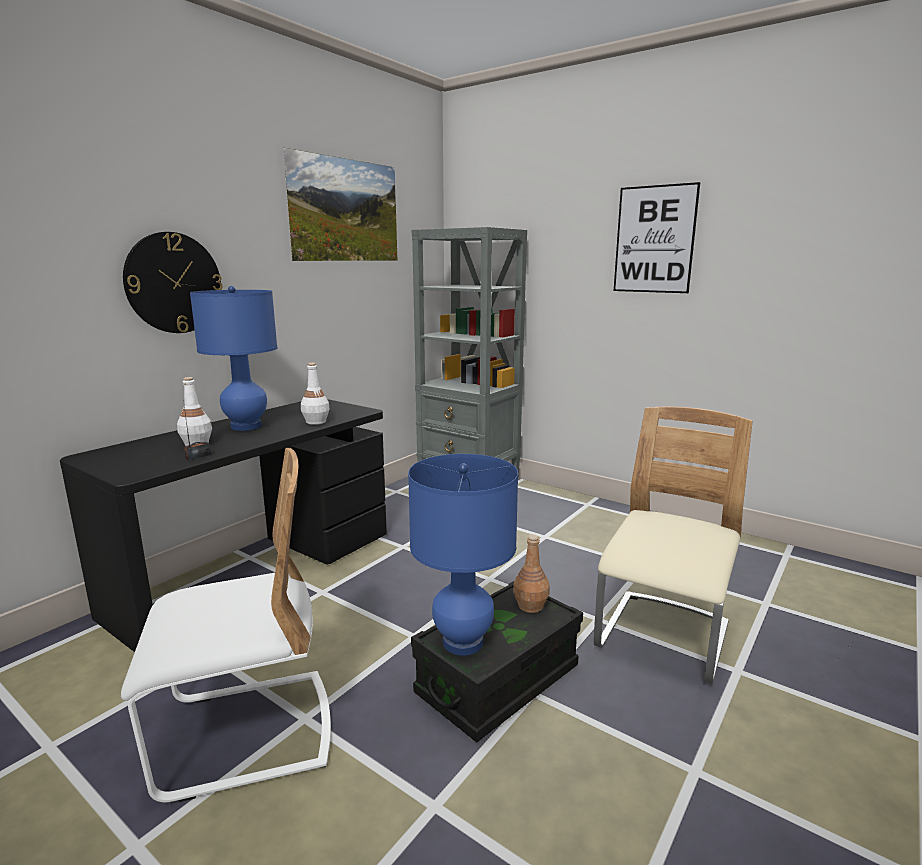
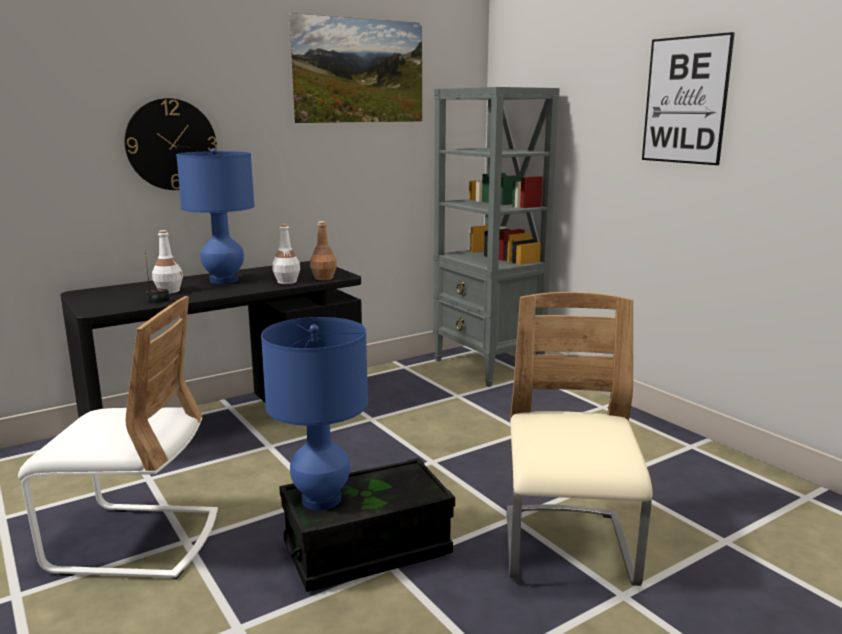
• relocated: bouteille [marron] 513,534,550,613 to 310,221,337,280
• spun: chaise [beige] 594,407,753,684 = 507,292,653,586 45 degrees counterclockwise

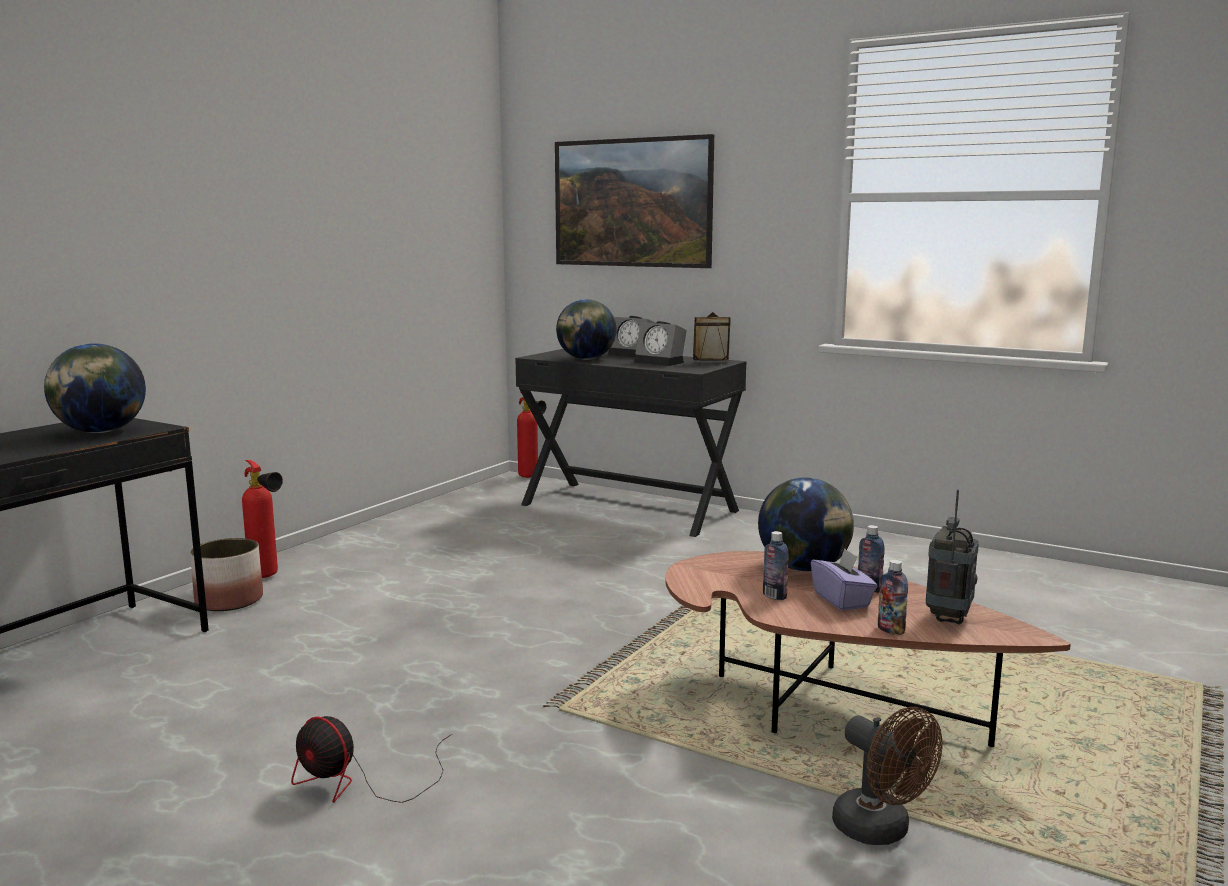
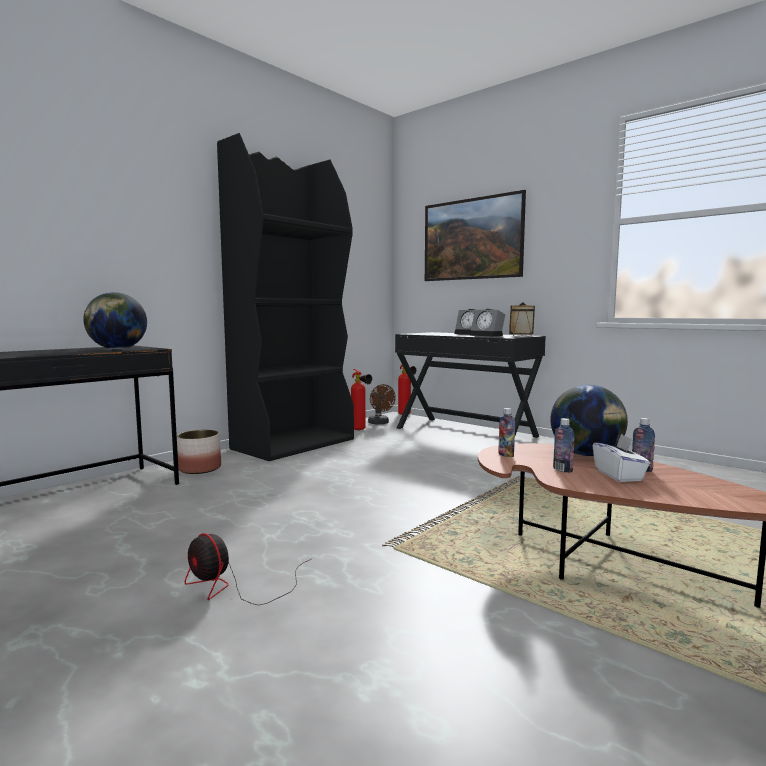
• appeared: bibliothèque [noir] 217,133,354,461
• relocated: extincteur 242,460,283,578 to 351,369,372,430
• relocated: ventilateur [marron] 832,707,942,845 to 368,384,396,425
• relocated: bouteille 878,560,908,635 to 498,408,515,457
• colour: boîte à mouchoirs [violet] 811,548,877,611 to boîte à mouchoirs [blanc] 593,434,650,482
• missing: globe 556,299,617,360
• missing: radio 926,490,979,624

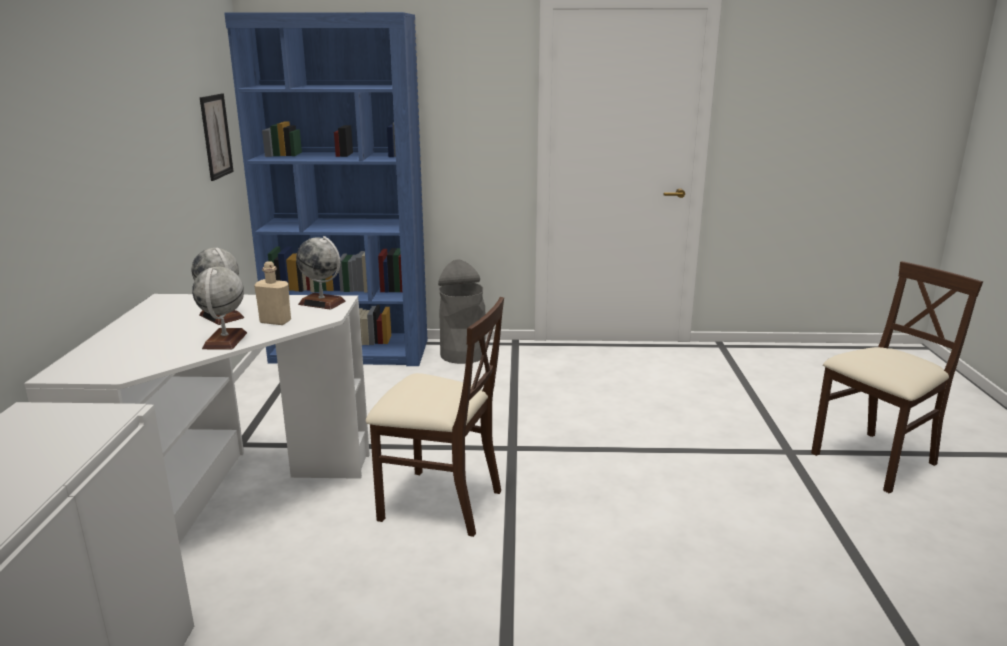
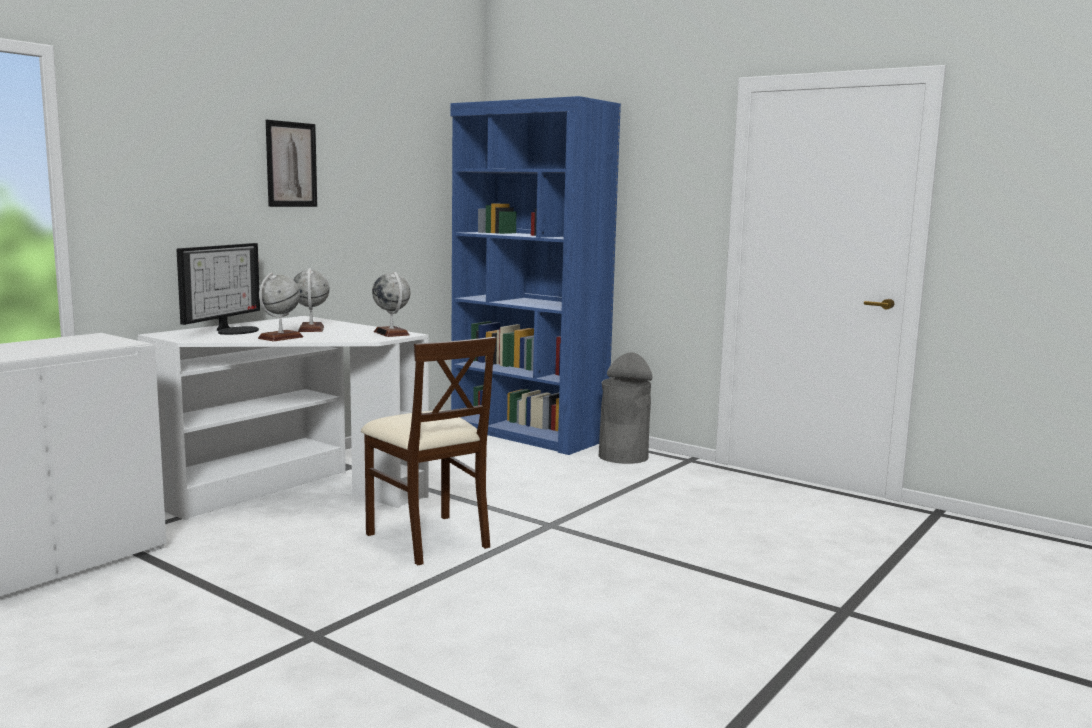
• appeared: écran d'ordinateur 177,243,260,335
• relocated: tableau 200,94,234,181 to 266,120,317,207
• missing: bouteille [beige] 254,261,291,325
• missing: chaise [beige] 811,261,983,494

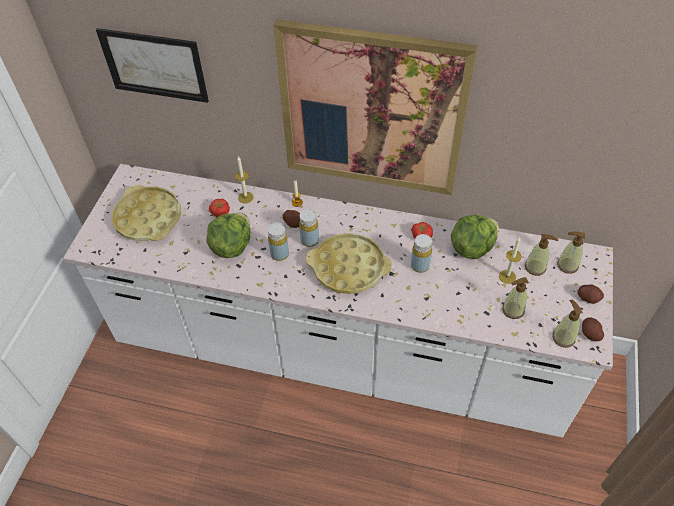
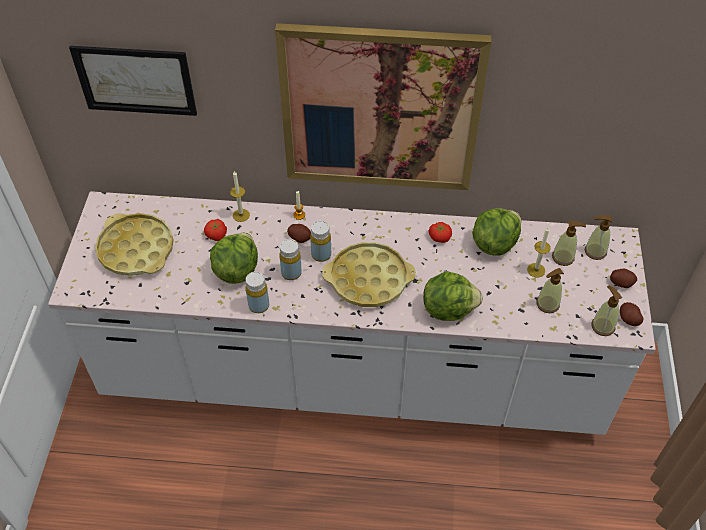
• relocated: bouteille [jaune] 411,234,432,273 to 245,272,269,313
• appeared: laitue 423,271,483,321

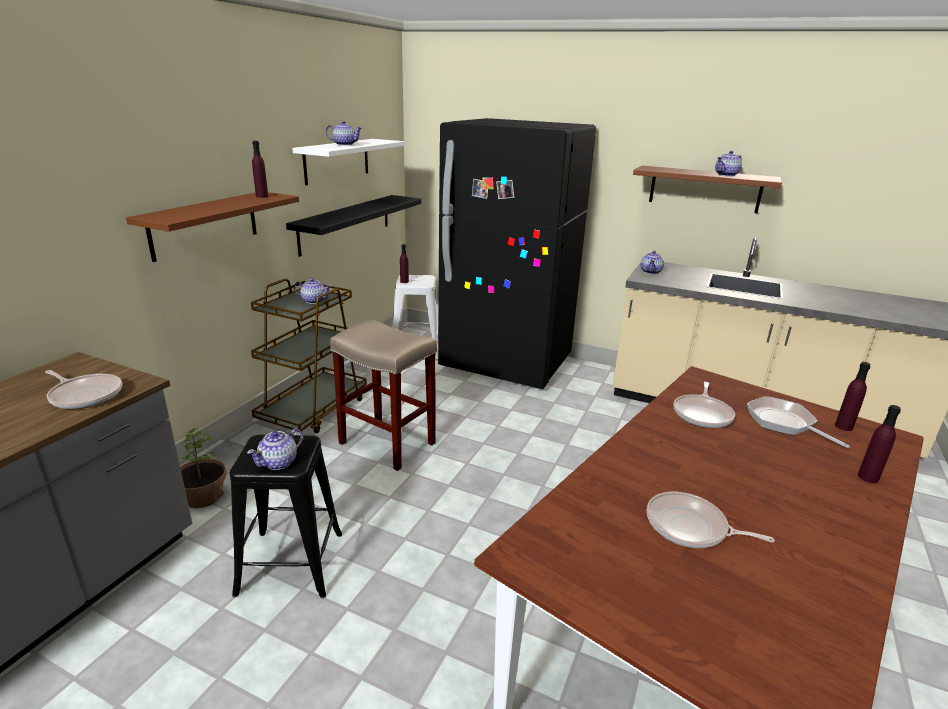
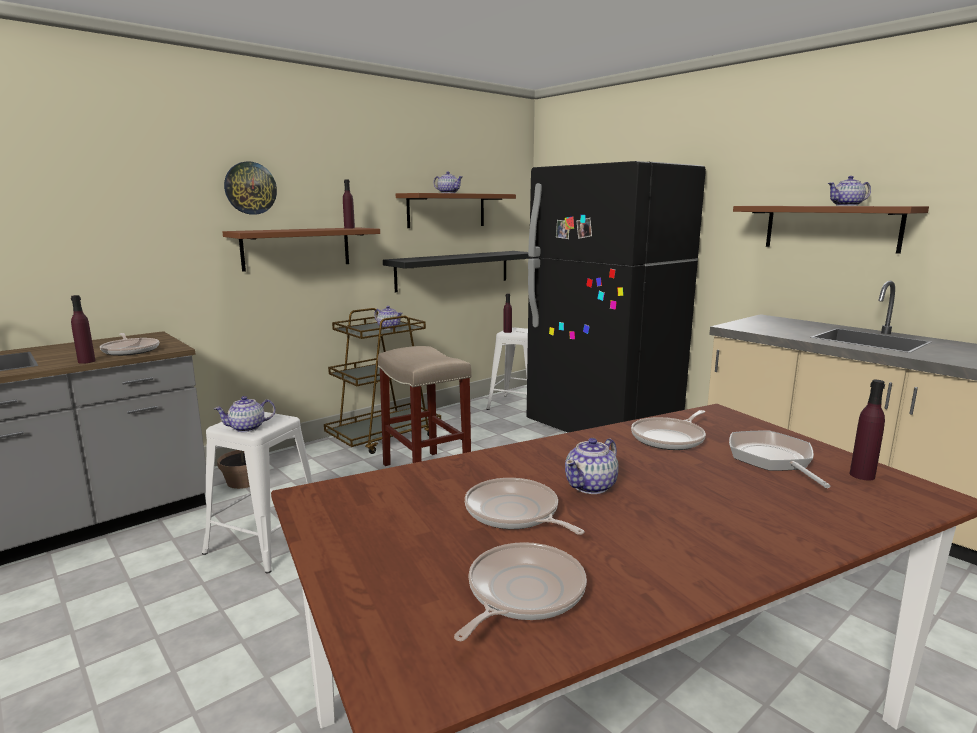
• relocated: bouteille [violet] 858,405,901,483 to 71,295,96,364
• colour: tabouret [noir] 230,435,342,598 to tabouret [blanc] 202,412,313,574
• appeared: horloge murale 224,161,277,215
• colour: étagère [blanc] 292,139,405,185 to étagère [marron] 396,193,516,228
• appeared: poêle 454,542,587,641
• relocated: théière 641,251,664,274 to 565,438,619,494

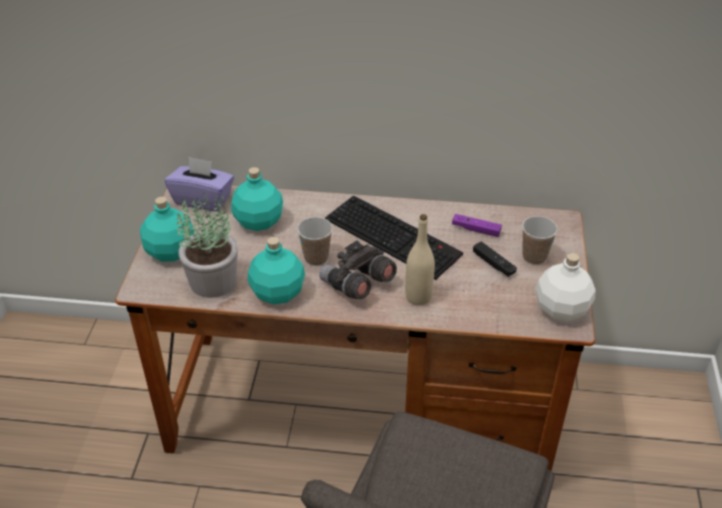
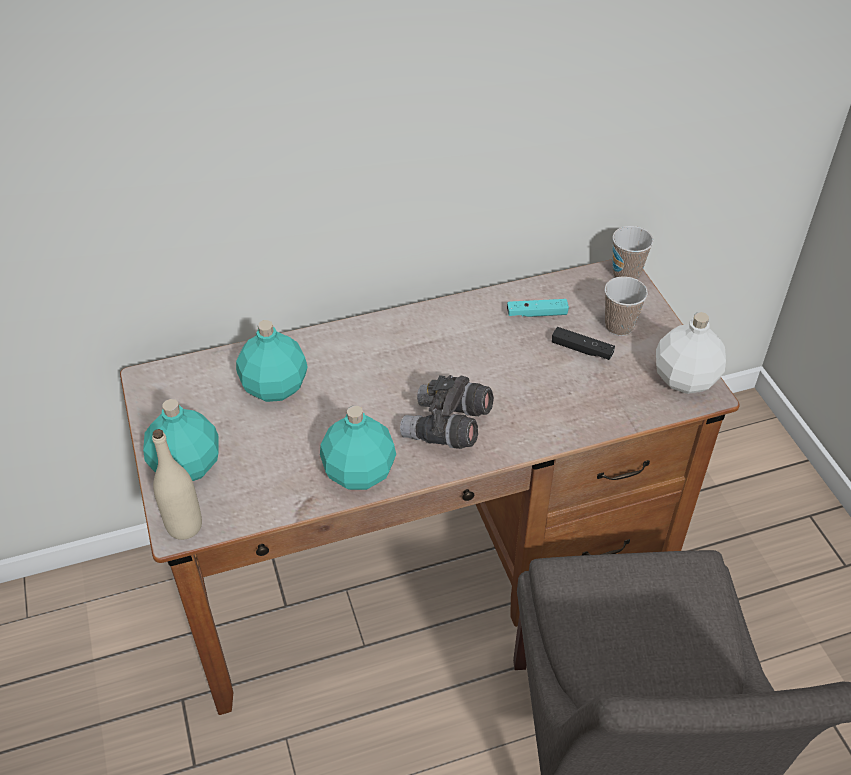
• relocated: bouteille [beige] 405,214,435,306 to 152,429,202,540
• colour: manette [violet] 452,214,502,237 to manette [turquoise] 507,299,569,317
• relocated: tasse 297,217,333,266 to 612,226,654,280
• missing: boîte à mouchoirs [violet] 165,157,234,212
• missing: plante en pot 176,192,238,298
• missing: clavier 325,195,463,280

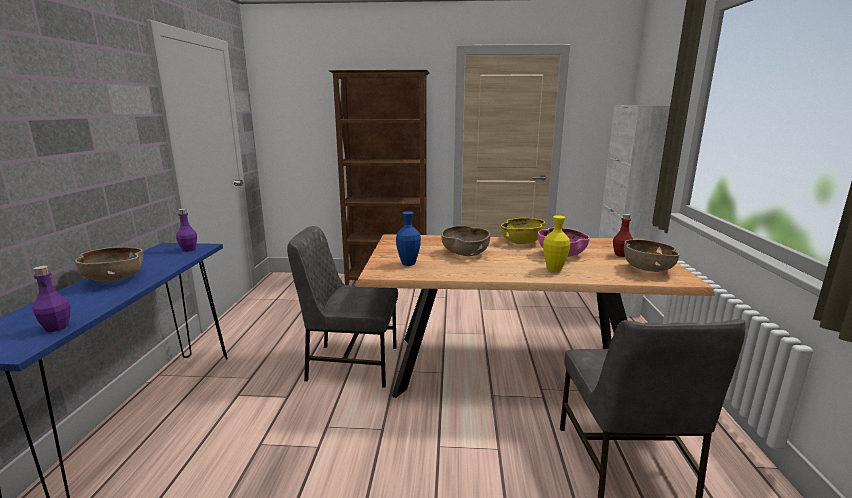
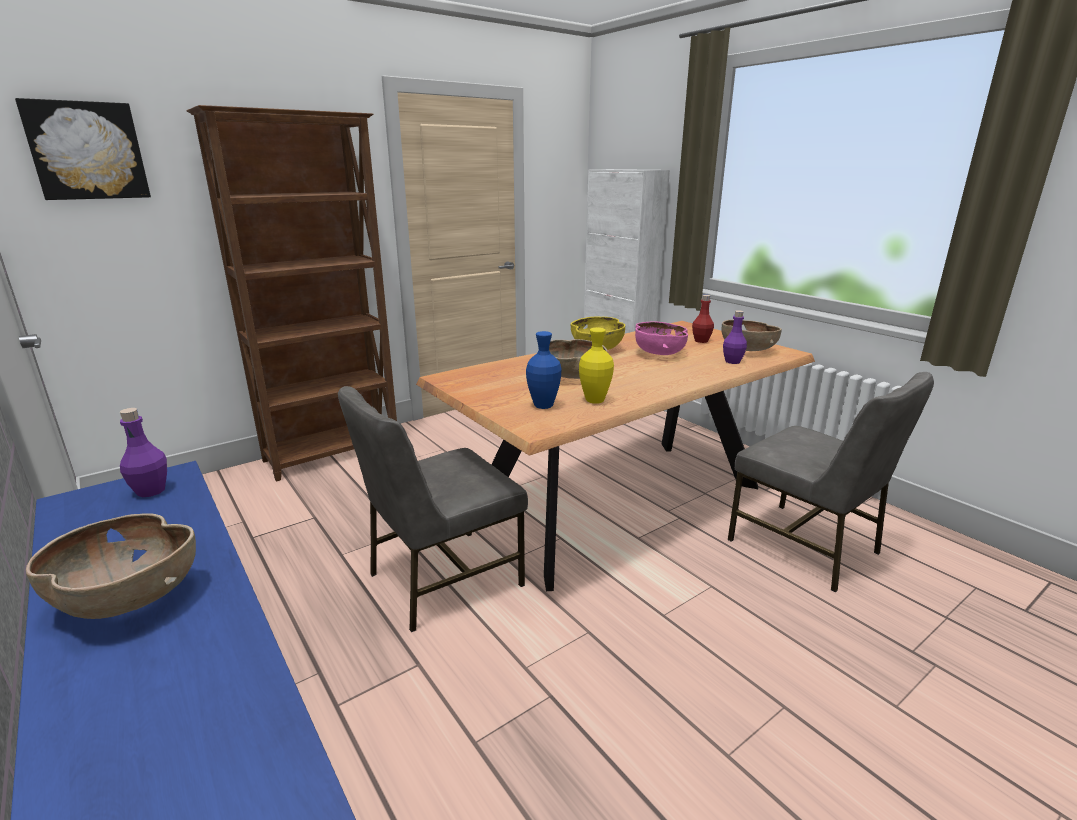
• appeared: tableau 15,98,151,200
• relocated: vase [jaune] 543,215,570,272 to 579,328,614,404
• relocated: bouteille [violet] 32,266,70,332 to 723,310,747,364

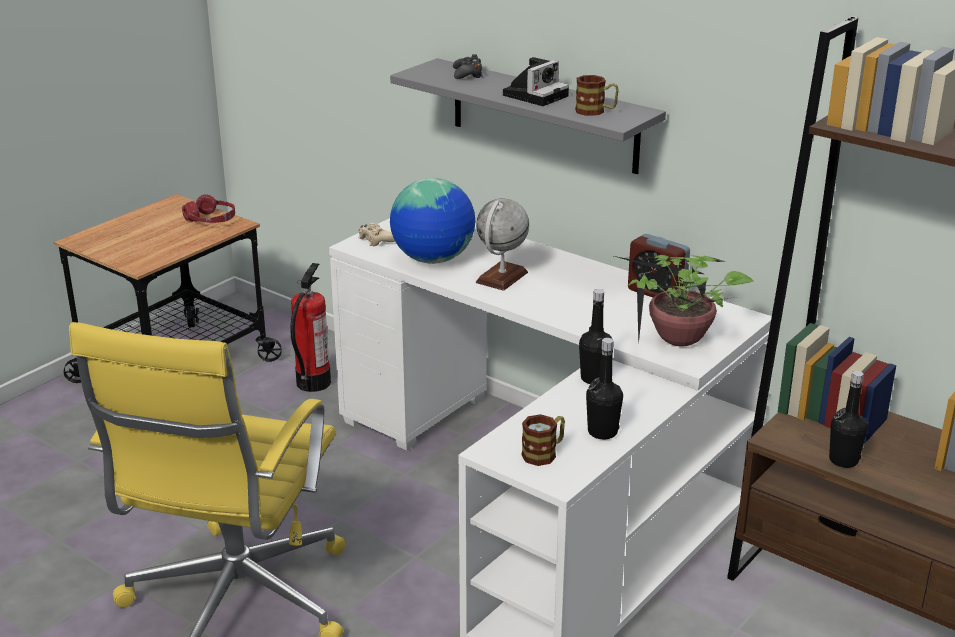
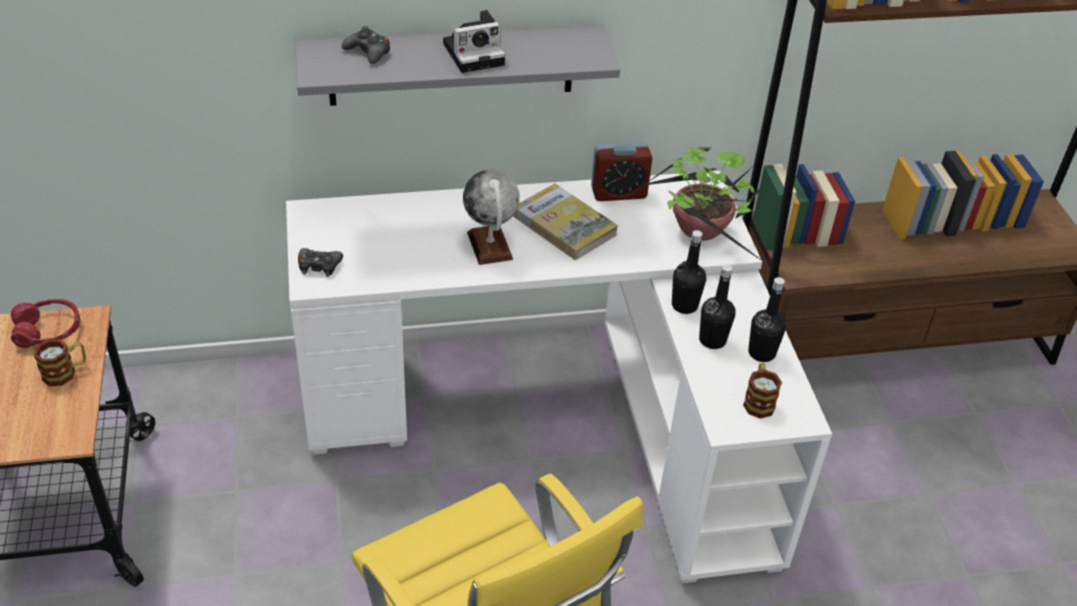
• relocated: mug 575,75,619,116 to 34,339,86,386
• colour: manette [beige] 358,222,395,246 to manette [noir] 298,248,343,277
• spun: appareil photo 503,57,569,106 = 443,10,505,73 75 degrees clockwise
• appeared: livre 513,183,618,260
• relocated: bouteille [noir] 829,371,868,468 to 699,264,736,349
• missing: extincteur 290,263,331,392
• missing: globe 390,178,475,264

